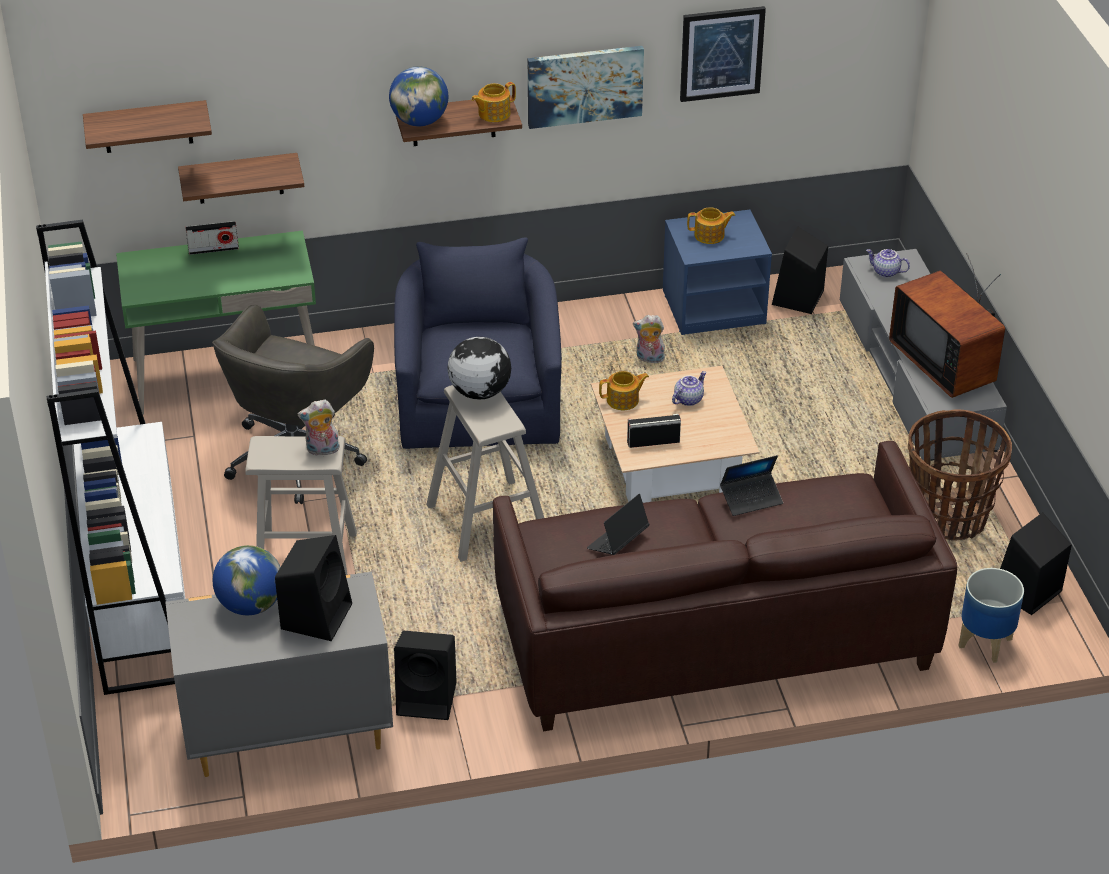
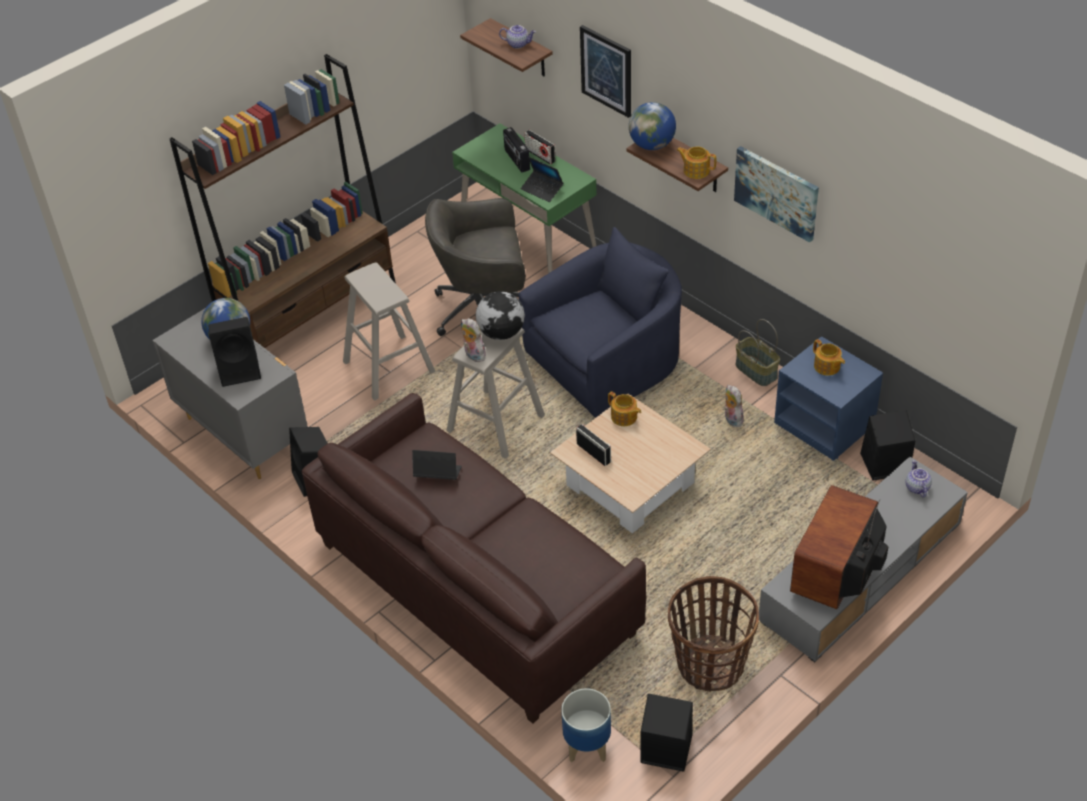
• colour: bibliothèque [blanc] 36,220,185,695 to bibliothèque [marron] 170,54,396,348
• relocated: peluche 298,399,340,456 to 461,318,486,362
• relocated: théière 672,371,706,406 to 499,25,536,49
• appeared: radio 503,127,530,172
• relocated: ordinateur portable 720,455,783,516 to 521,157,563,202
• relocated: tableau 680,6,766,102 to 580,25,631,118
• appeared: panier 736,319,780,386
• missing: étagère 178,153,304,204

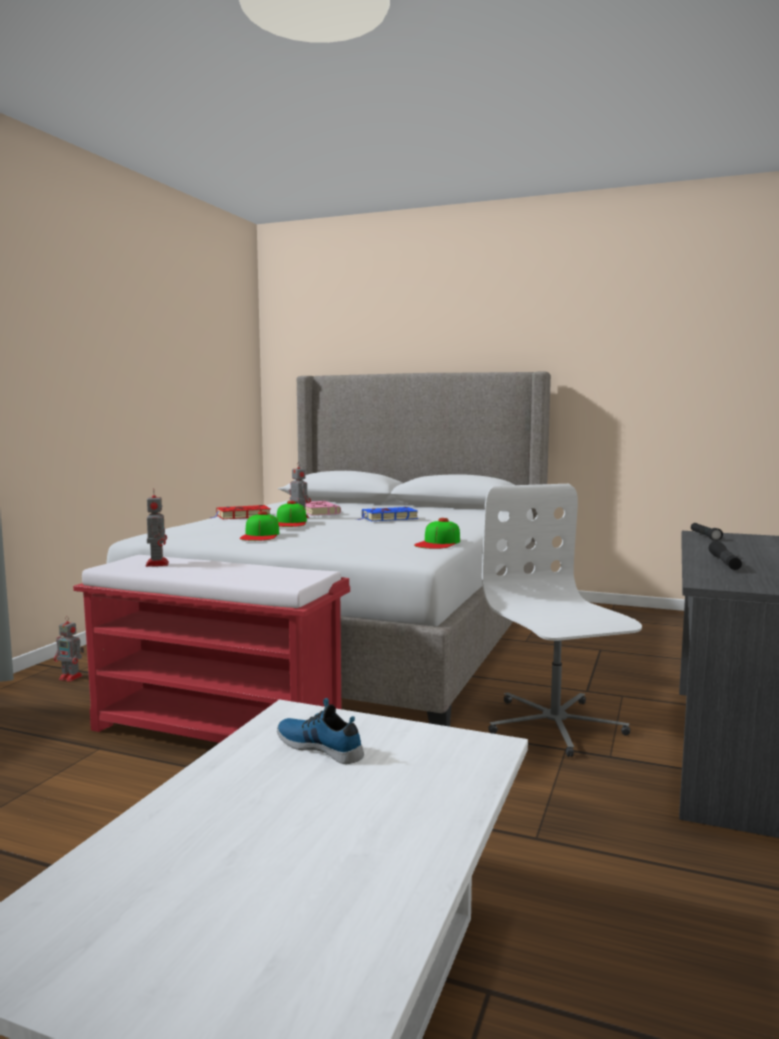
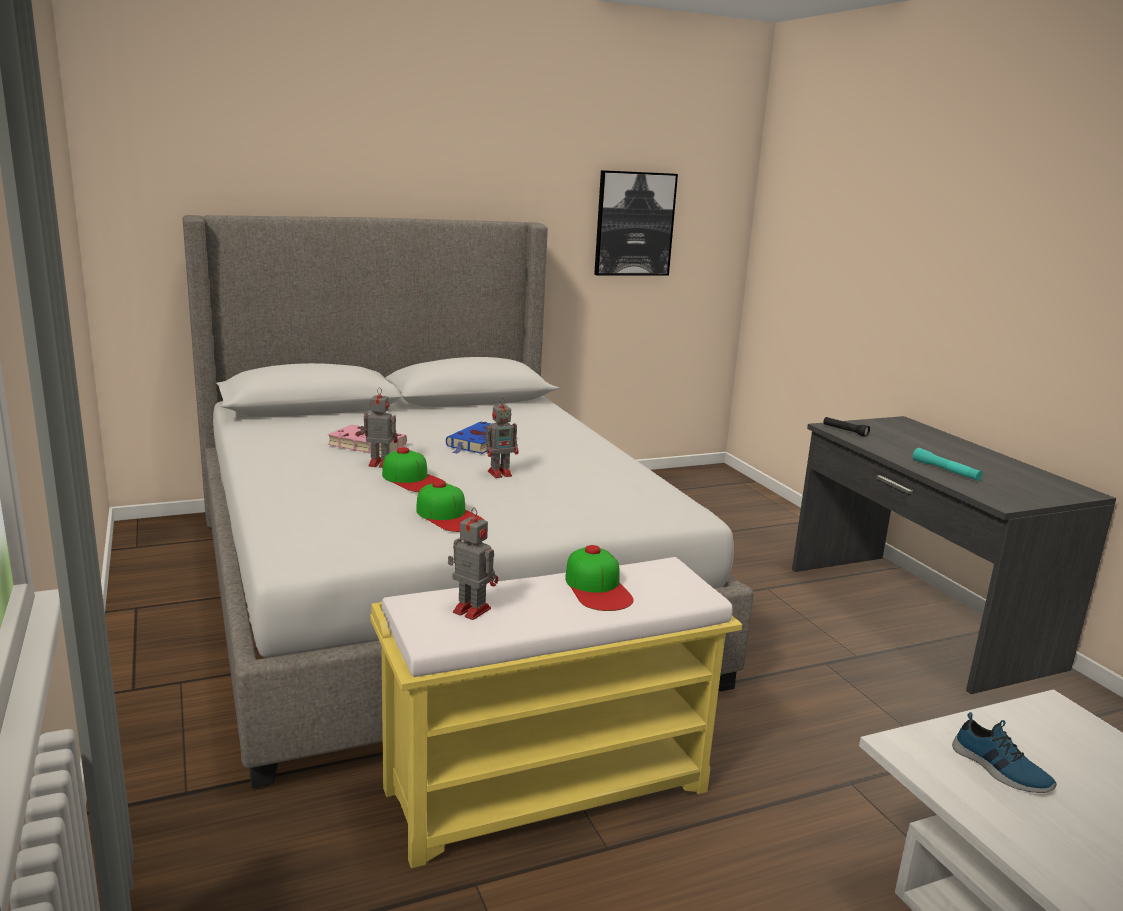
• colour: banc [rouge] 73,555,350,743 to banc [jaune] 370,557,742,868
• relocated: robot jouet 54,616,84,682 to 486,398,518,478
• relocated: casquette 414,518,460,549 to 565,545,634,611
• appeared: tableau 594,170,678,276
• colour: lampe de poche [noir] 709,541,742,570 to lampe de poche [turquoise] 913,448,983,481
• spun: chaussure 277,698,364,764 = 952,712,1057,793 120 degrees counterclockwise
• missing: livre [rouge] 210,505,271,519
• missing: chaise de bureau [blanc] 482,484,642,757

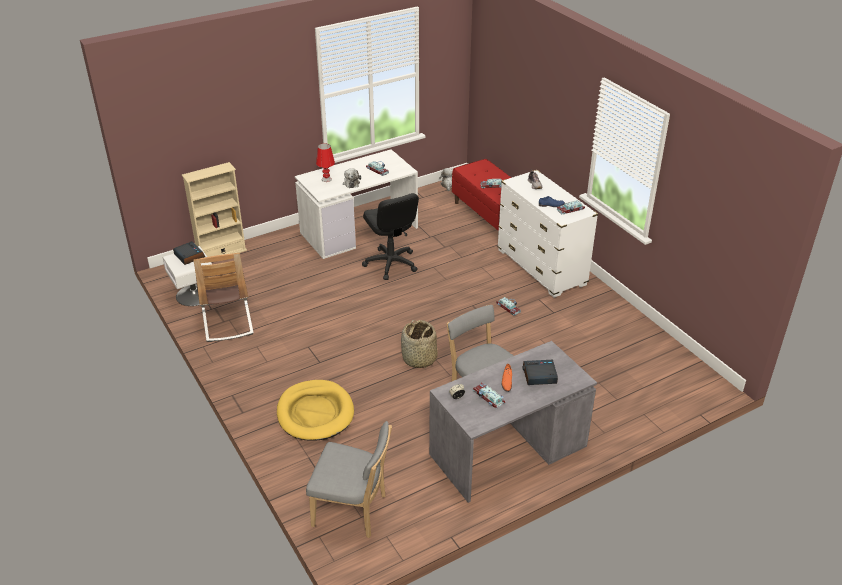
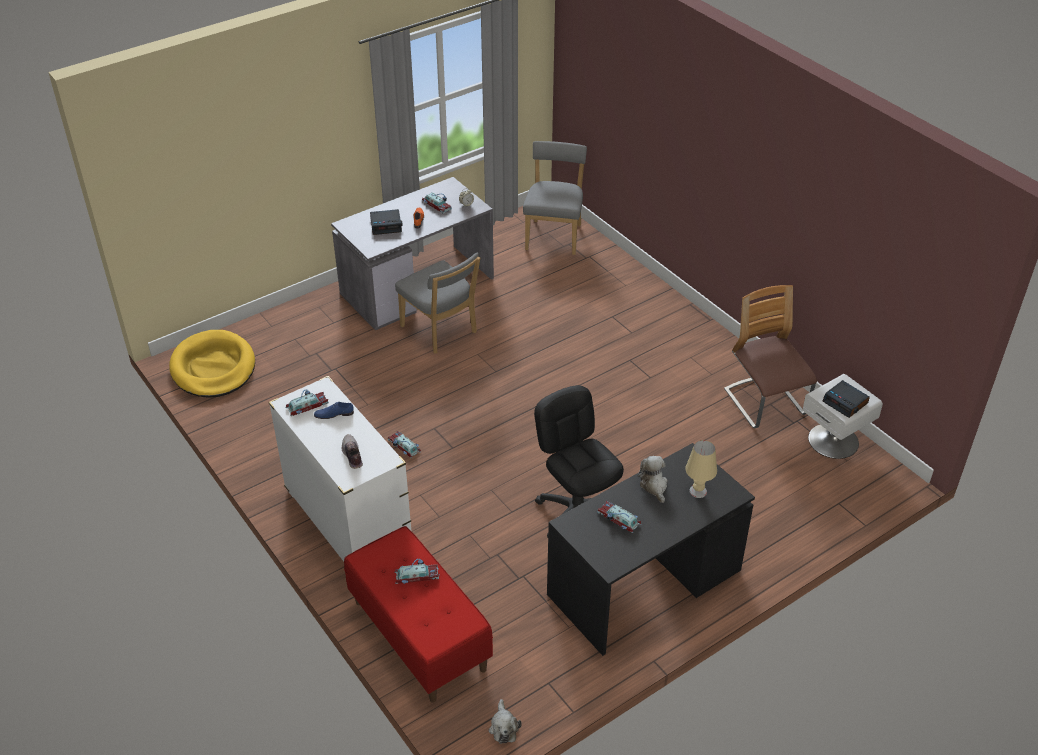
• relocated: panier pour chien [jaune] 277,380,354,441 to 169,330,255,398
• spun: chaise [gris] 306,421,392,538 = 523,141,587,255 90 degrees clockwise
• colour: bureau [blanc] 295,149,418,259 to bureau [noir] 547,443,755,656
• colour: lampe de table [rouge] 316,143,335,182 to lampe de table [beige] 685,440,717,498
• missing: bibliothèque [beige] 182,162,247,257
• missing: panier 401,320,438,368

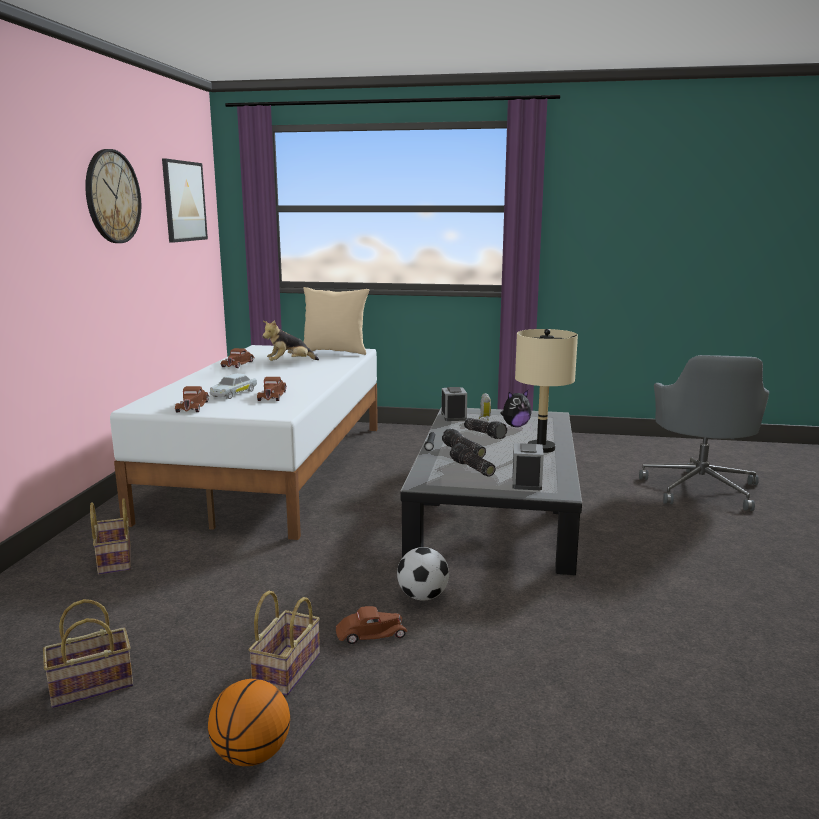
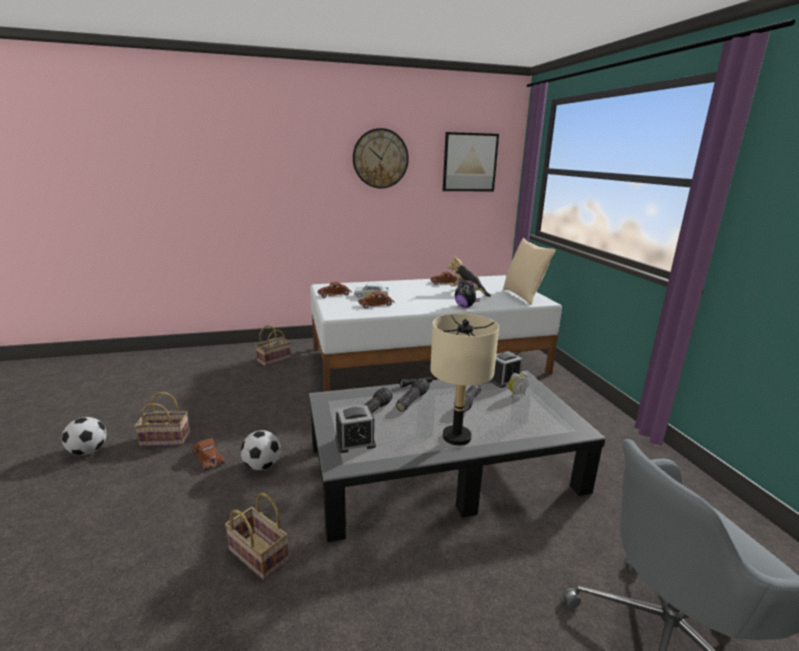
• exchanged: ballon de basket 208,679,290,766 to ballon de foot 62,417,107,455
• relocated: panier 43,599,133,708 to 225,493,289,580
• relocated: peluche 500,390,532,427 to 455,278,480,308

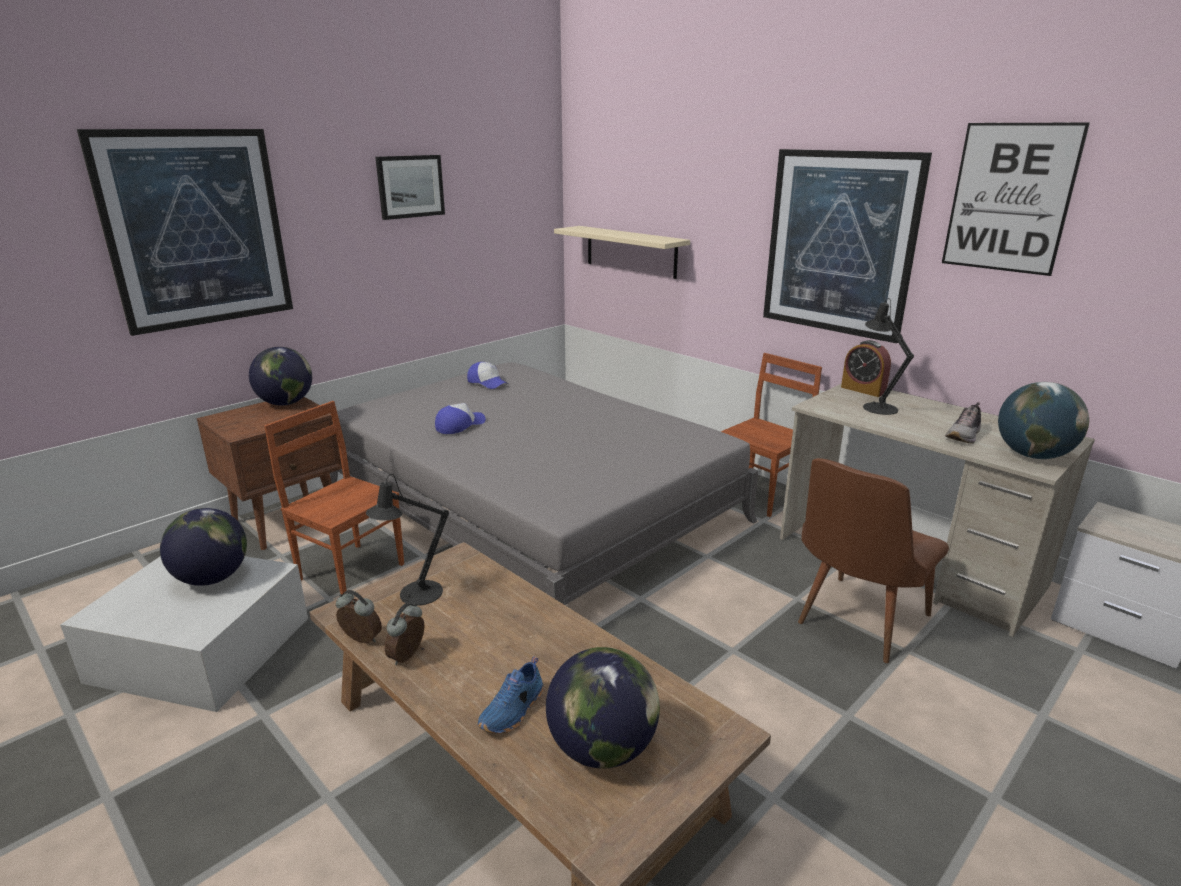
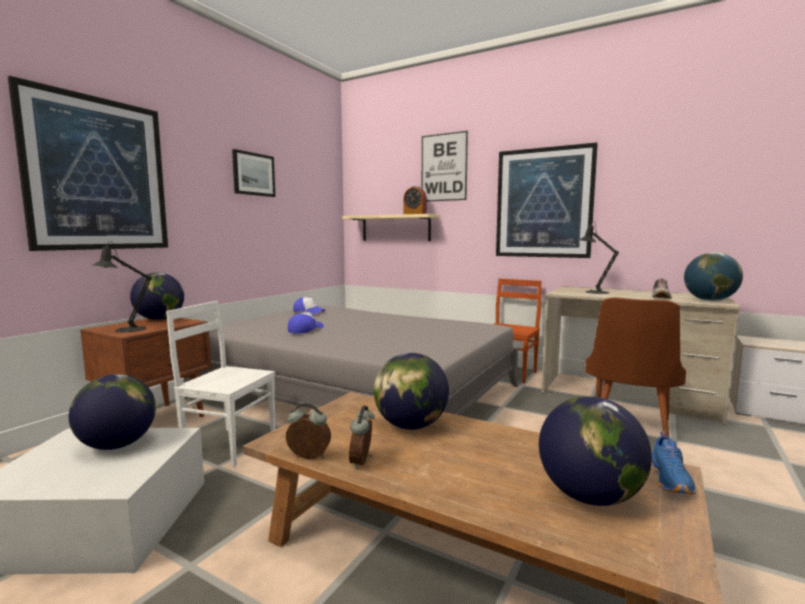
• relocated: lampe de table [noir] 366,474,449,606 to 93,241,152,333
• colour: chaise [marron] 264,401,404,595 to chaise [blanc] 166,301,275,467
• appeared: globe 374,353,449,430
• relocated: réveil 841,340,891,397 to 404,186,427,214
• relocated: tableau 942,122,1090,276 to 422,131,468,202
• relocated: chaussure [bleu] 478,656,544,734 to 651,431,696,495

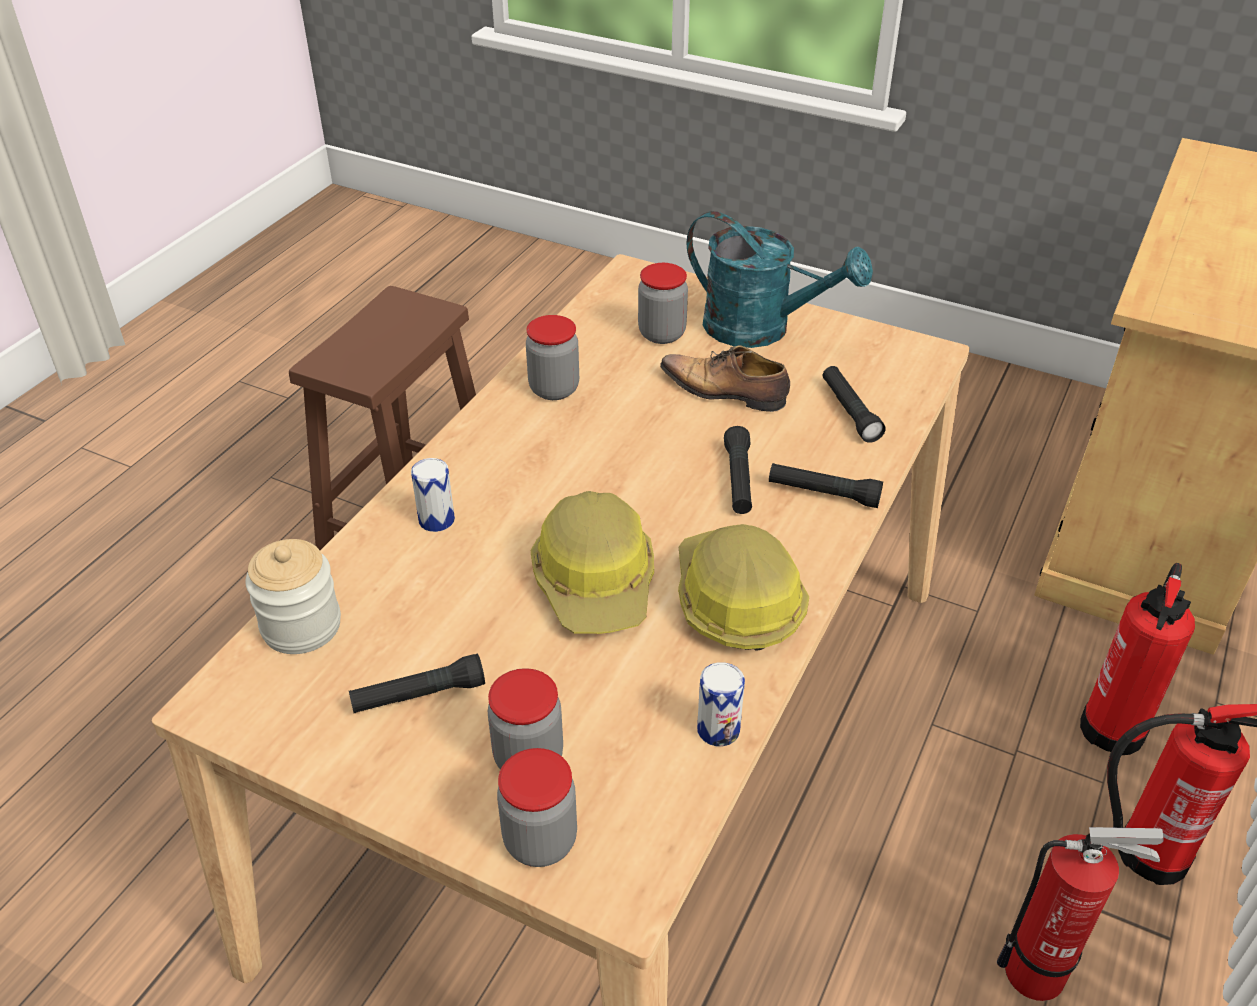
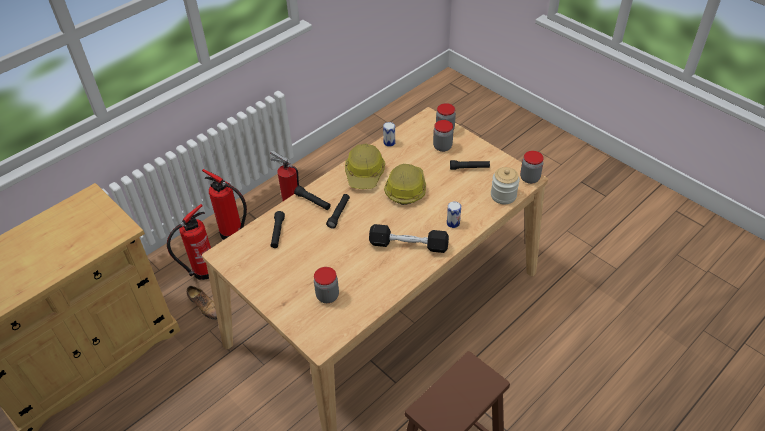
• relocated: chaussure 660,345,790,412 to 187,286,217,320
• appeared: haltère [noir] 369,224,449,253
• relocated: bocal 526,315,579,400 to 520,151,544,184
• missing: arrosoir [turquoise] 686,211,873,348

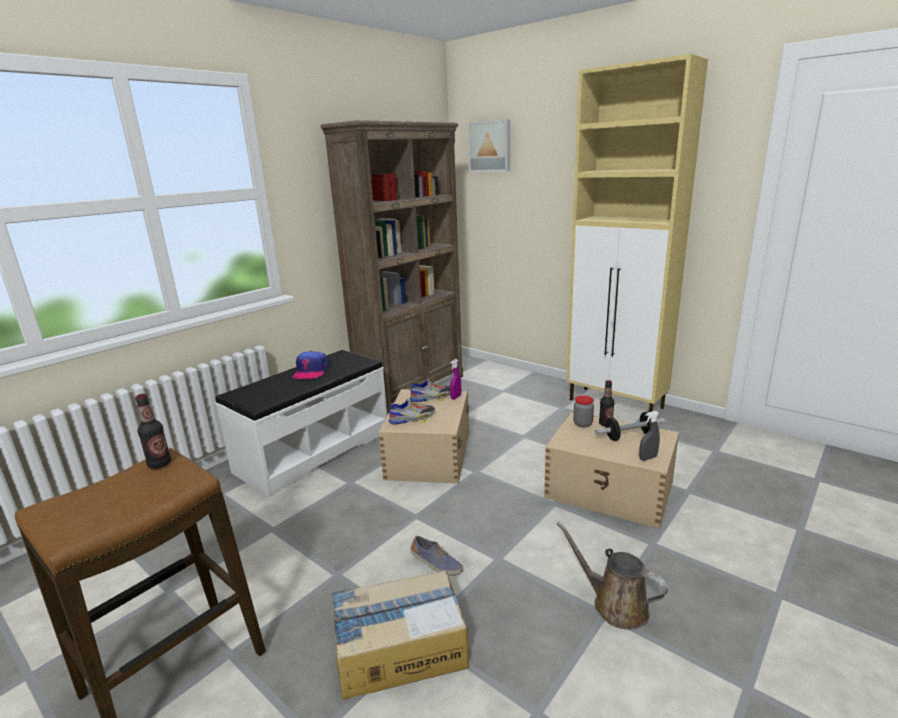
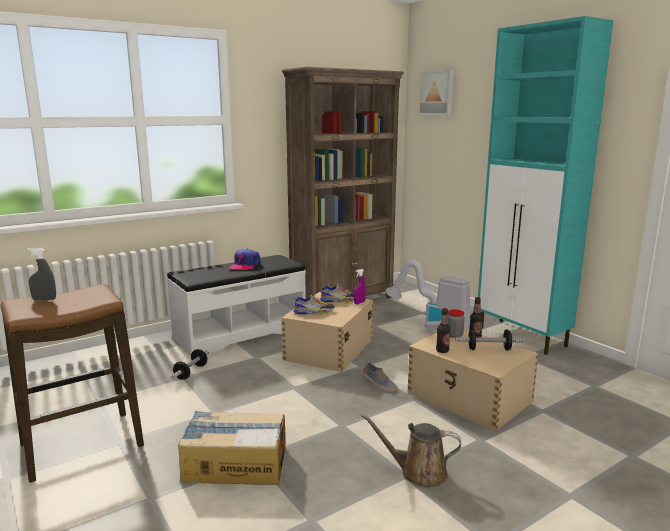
• relocated: vaporisateur [gris] 639,411,660,461 to 27,248,56,301
• appeared: haltère 171,349,209,380
• spun: arrosoir [marron] 557,522,668,630 = 361,414,461,487 45 degrees counterclockwise
• relocated: chaussure 410,536,463,576 to 363,362,398,392
• appeared: aspirateur 386,260,470,331
• relocated: bouteille 136,394,171,469 to 436,308,450,353
• colour: meuble de rangement [beige] 566,54,708,412 to meuble de rangement [turquoise] 478,16,613,355

